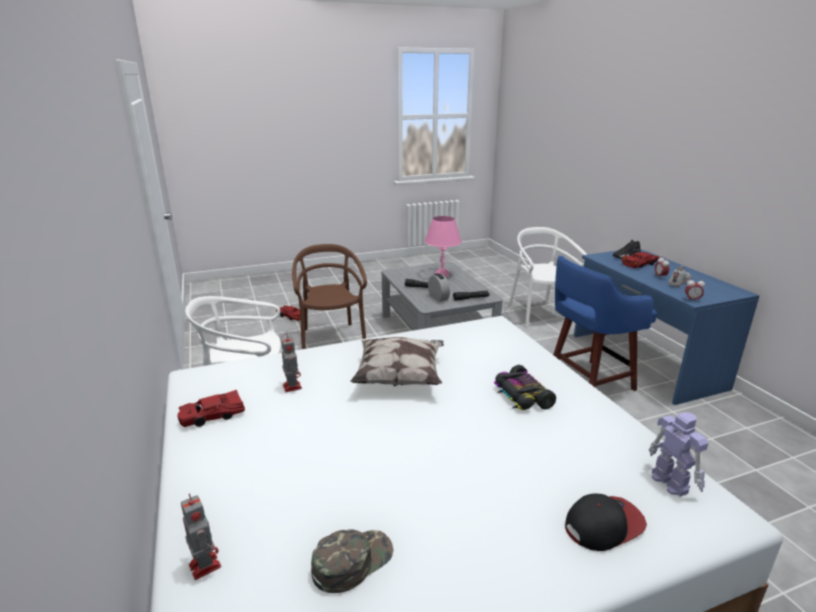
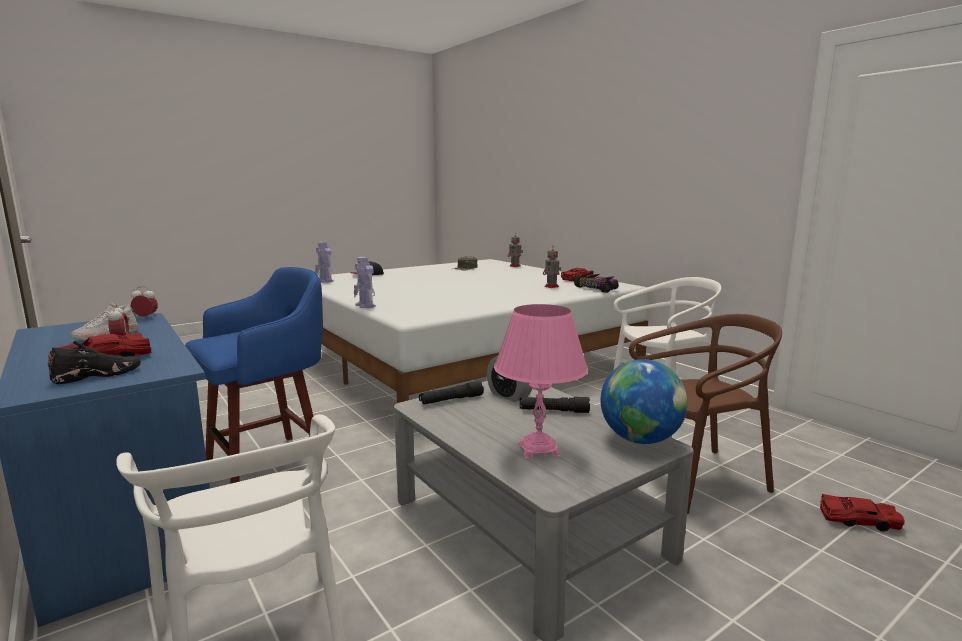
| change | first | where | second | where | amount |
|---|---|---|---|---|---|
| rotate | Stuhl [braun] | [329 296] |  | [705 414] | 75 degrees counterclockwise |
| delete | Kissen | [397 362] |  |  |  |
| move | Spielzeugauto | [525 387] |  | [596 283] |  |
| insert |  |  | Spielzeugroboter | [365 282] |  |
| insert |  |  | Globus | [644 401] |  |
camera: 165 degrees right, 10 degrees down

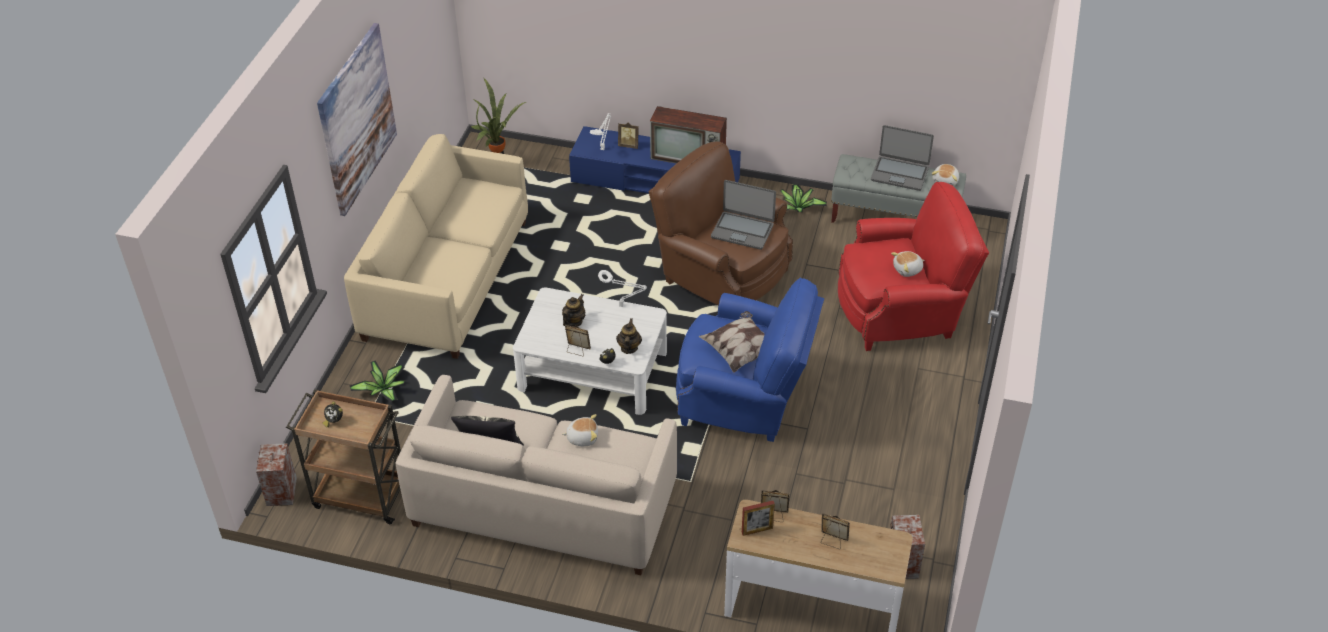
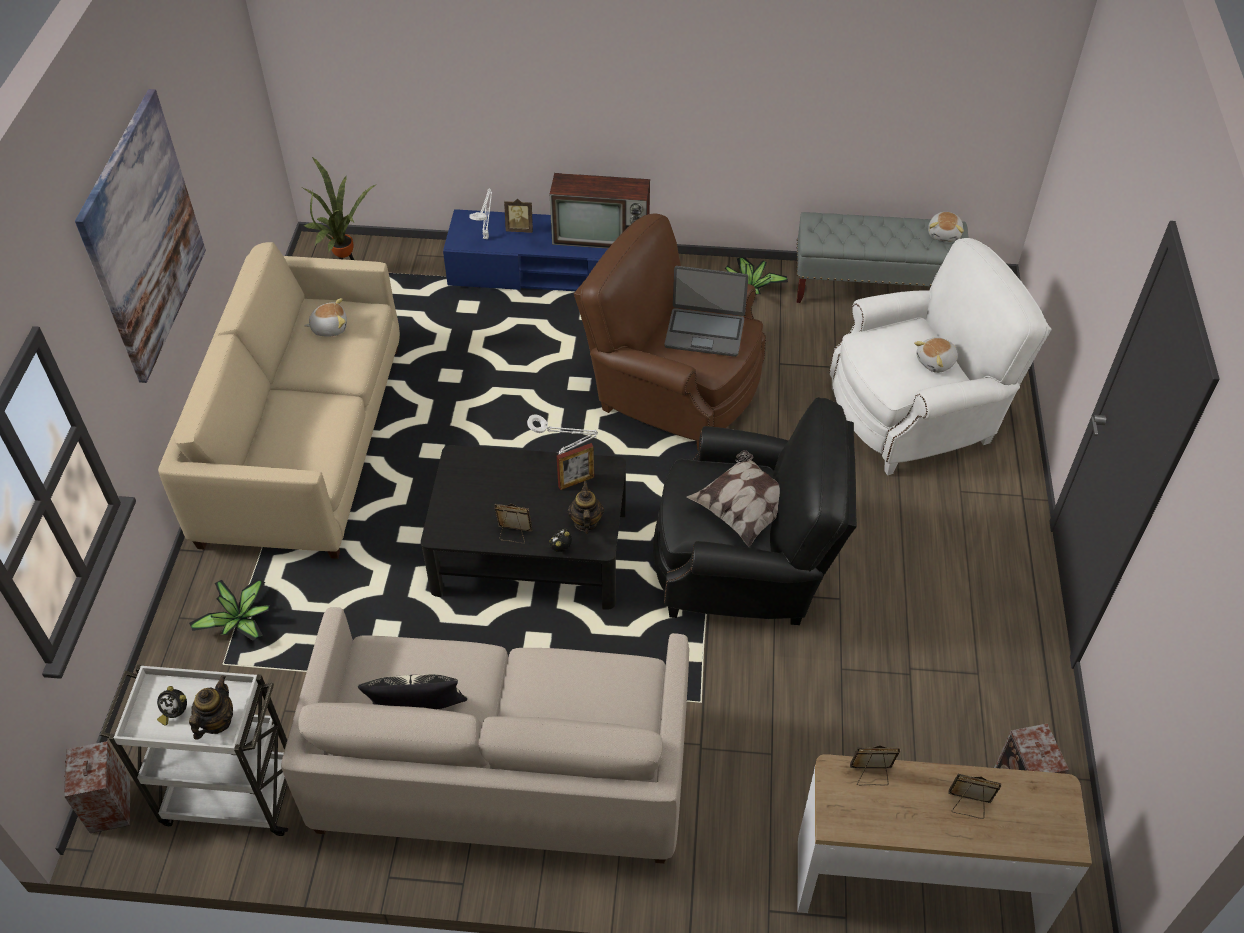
| change | first | where | second | where | amount |
|---|---|---|---|---|---|
| recolor | Rollwagen [braun] | [343 456] | Rollwagen [weiß] | [194 750] |  |
| recolor | Couchtisch [weiß] | [590 351] | Couchtisch [schwarz] | [523 527] |  |
| move | Teekanne | [573 310] |  | [211 707] |  |
| move | Plüschtier | [580 430] |  | [325 317] |  |
| recolor | Sessel [blau] | [750 359] | Sessel [schwarz] | [755 511] |  |
| move | Bilderrahmen | [758 518] |  | [575 466] |  |
| recolor | Sessel [rot] | [913 266] | Sessel [weiß] | [940 356] |  |
| delete | Laptop | [902 158] |  |  |  |
camera: 10 degrees left, 5 degrees up

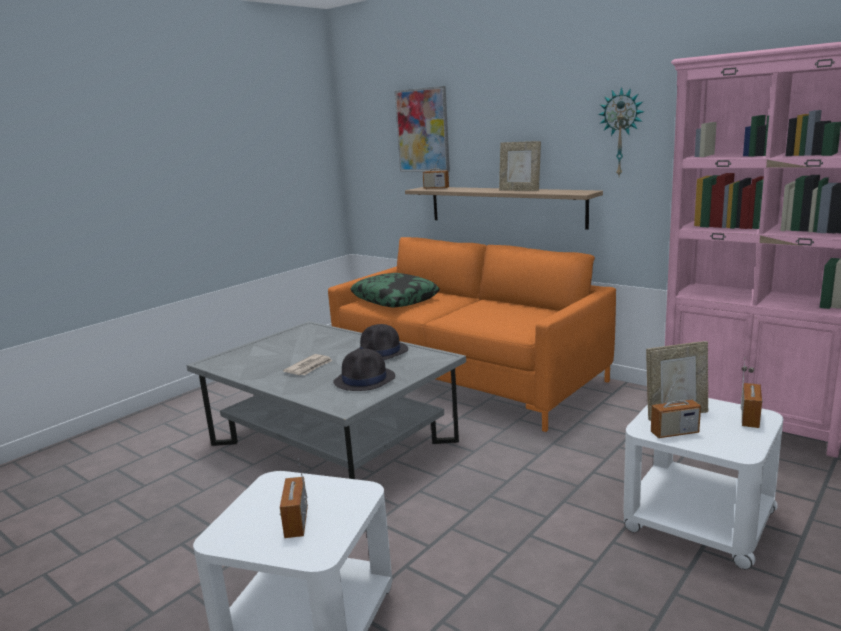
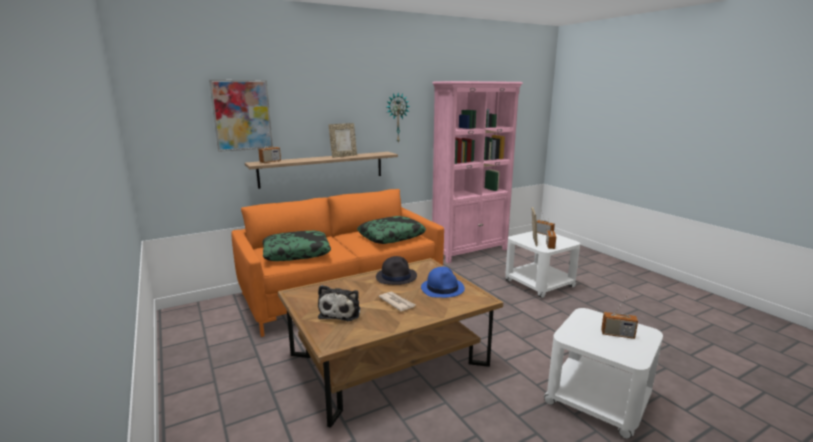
| change | first | where | second | where | amount |
|---|---|---|---|---|---|
| recolor | Couchtisch [grau] | [326 400] | Couchtisch [braun] | [390 343] |  |
| recolor | Hut [schwarz] | [364 370] | Hut [blau] | [443 282] |  |
| insert |  |  | Plüschtier | [339 303] |  |
| insert |  |  | Kissen | [391 230] |  |
camera: 70 degrees left, 0 degrees up

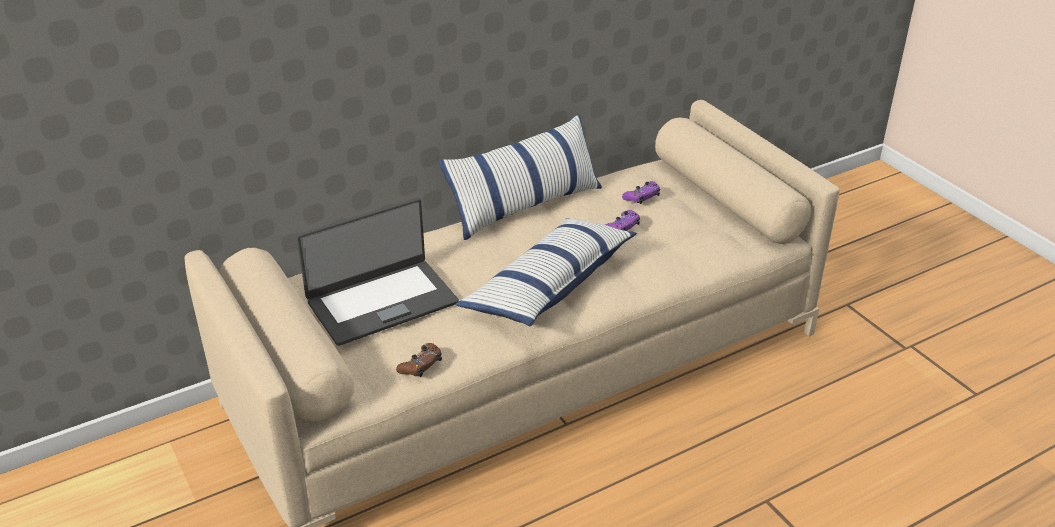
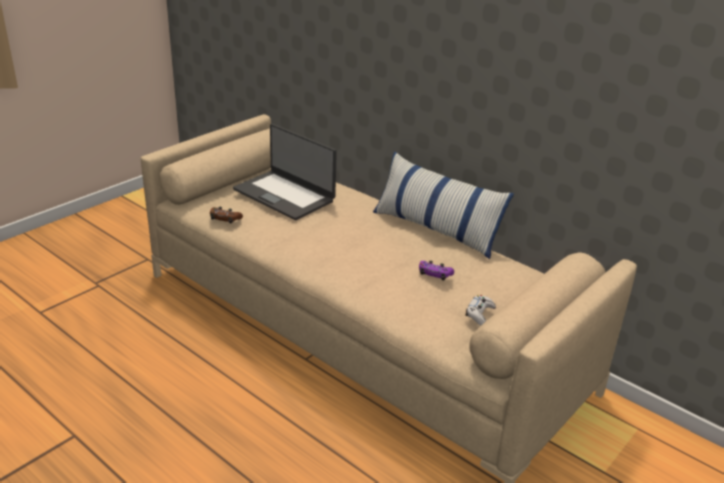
| change | first | where | second | where | amount |
|---|---|---|---|---|---|
| delete | Kissen | [546 272] |  |  |  |
| delete | Gamepad [lila] | [641 192] |  |  |  |
| insert |  |  | Gamepad [weiß] | [480 310] |  |
camera: 70 degrees right, 5 degrees down

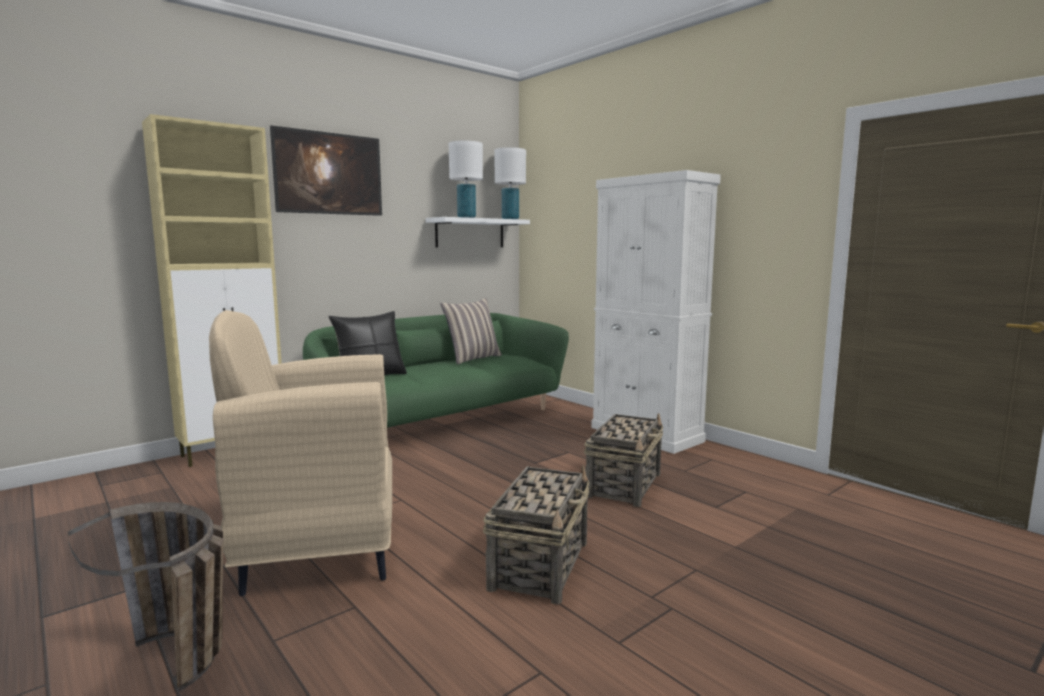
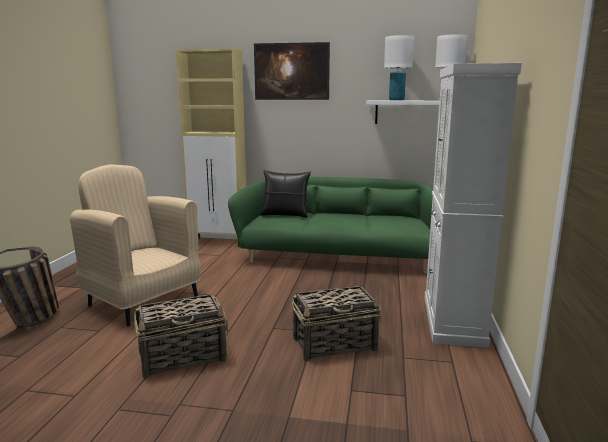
| change | first | where | second | where | amount |
|---|---|---|---|---|---|
| delete | Kissen | [471 331] |  |  |  |
camera: 50 degrees right, 5 degrees up

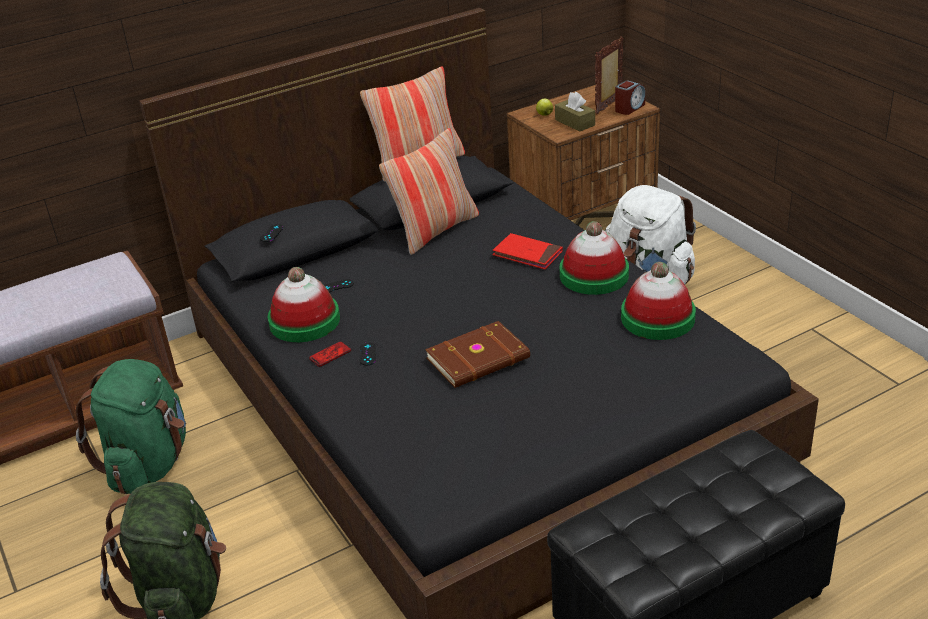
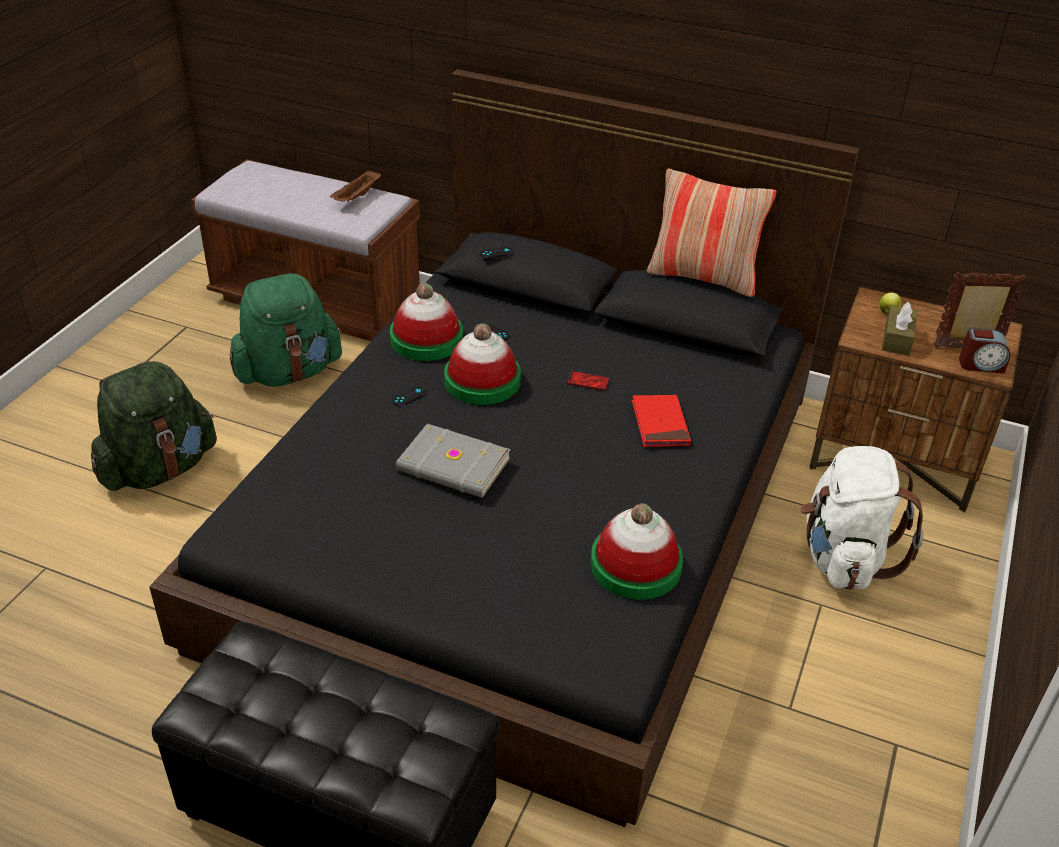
| change | first | where | second | where | amount |
|---|---|---|---|---|---|
| move | Handy | [330 354] |  | [588 381] |  |
| delete | Kissen | [429 191] |  |  |  |
| recolor | Buch [braun] | [477 354] | Buch [grau] | [453 461] |  |
| move | Hut | [594 258] |  | [482 364] |  |
| insert |  |  | Tablett [braun] | [355 185] |  |
camera: 50 degrees right, 5 degrees up

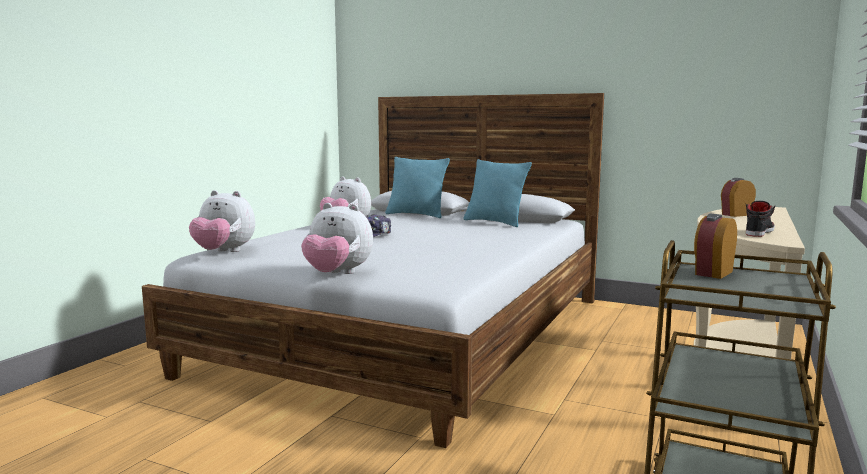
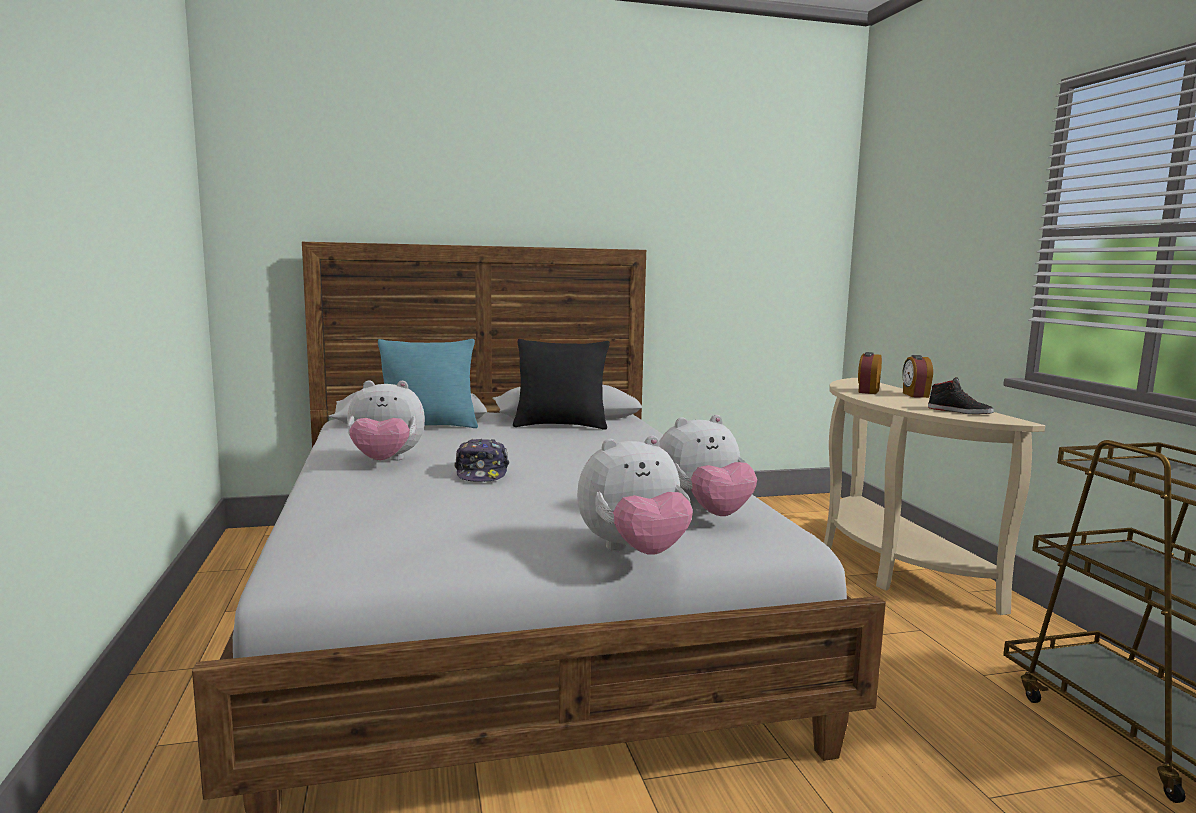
| change | first | where | second | where | amount |
|---|---|---|---|---|---|
| move | Plüschtier | [222 221] |  | [708 465] |  |
| recolor | Kissen [türkis] | [497 193] | Kissen [schwarz] | [561 384] |  |
| move | Wecker | [715 246] |  | [917 376] |  |
| rotate | Schuh [schwarz] | [760 219] |  | [961 395] | 135 degrees clockwise |
camera: 40 degrees left, 0 degrees up

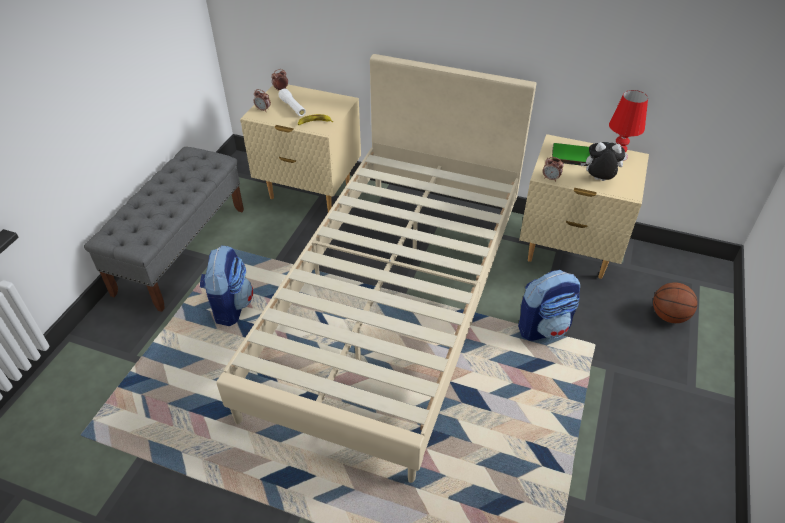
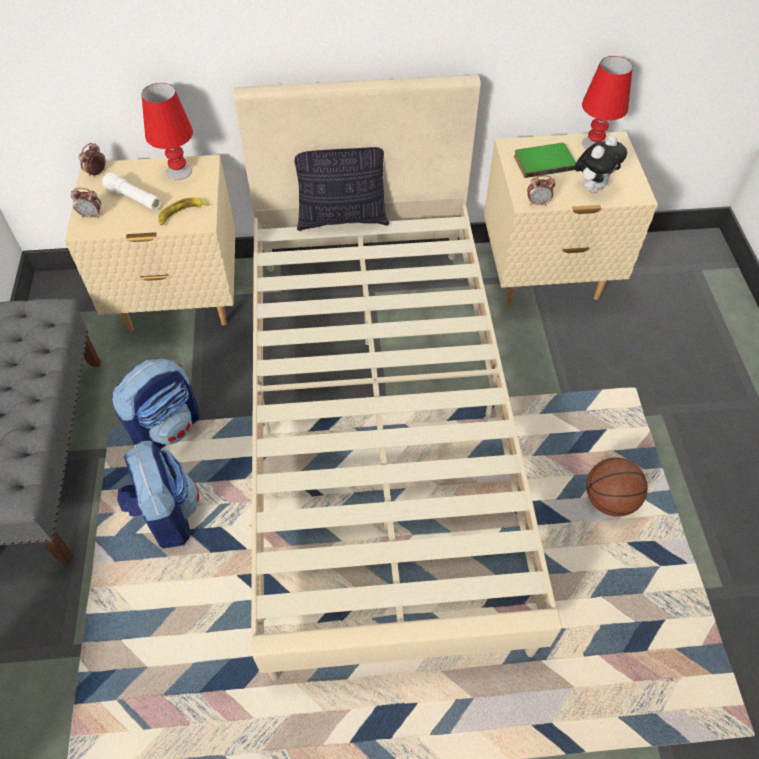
| change | first | where | second | where | amount |
|---|---|---|---|---|---|
| move | Rucksack | [549 305] |  | [155 403] |  |
| rotate | Plüschtier | [603 161] |  | [600 164] | 150 degrees clockwise |
| move | Basketball | [675 302] |  | [617 487] |  |
| insert |  |  | Tischlampe [rot] | [167 131] |  |
| insert |  |  | Kissen | [341 189] |  |
camera: 25 degrees left, 10 degrees up

